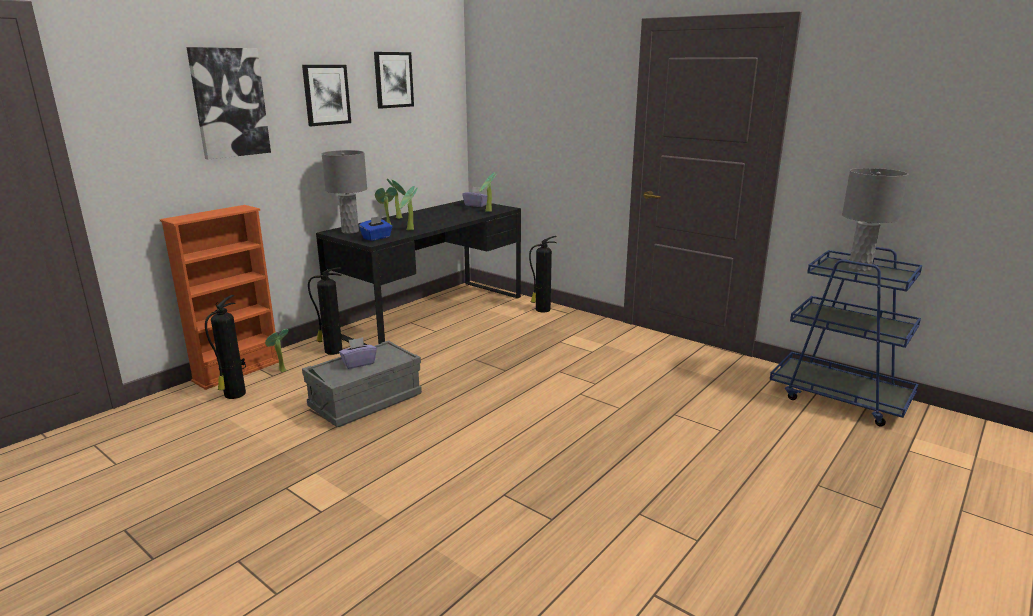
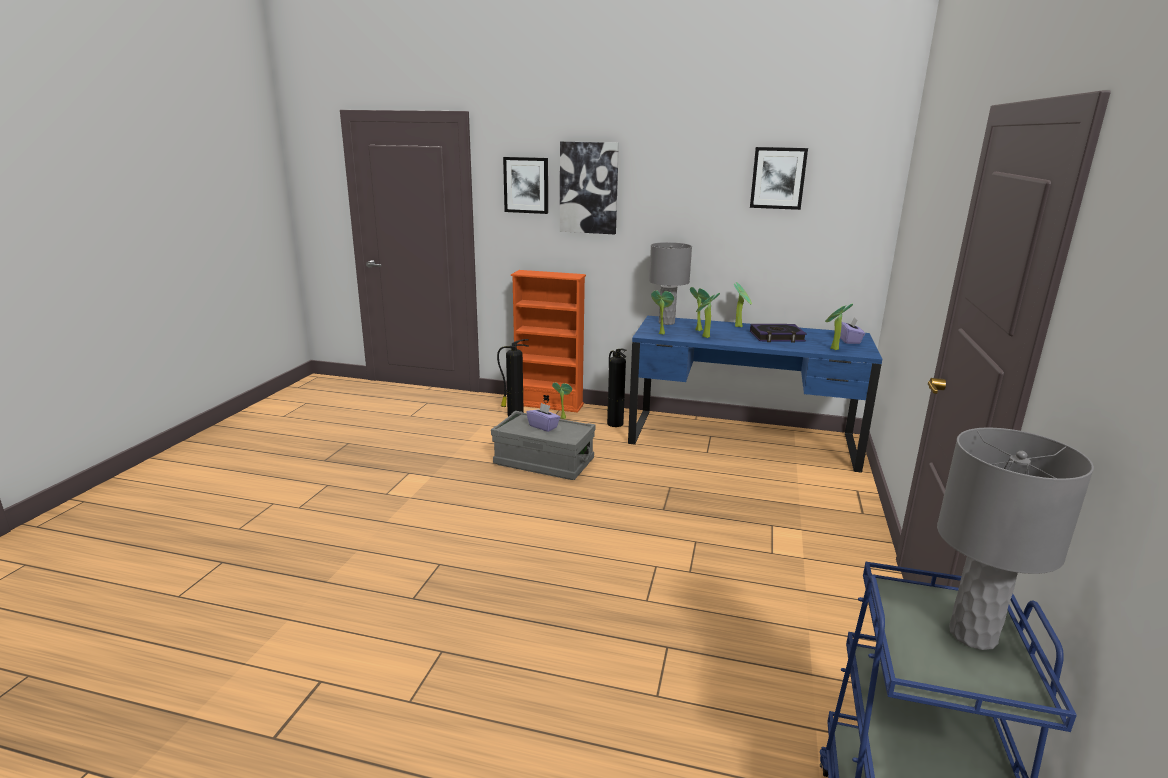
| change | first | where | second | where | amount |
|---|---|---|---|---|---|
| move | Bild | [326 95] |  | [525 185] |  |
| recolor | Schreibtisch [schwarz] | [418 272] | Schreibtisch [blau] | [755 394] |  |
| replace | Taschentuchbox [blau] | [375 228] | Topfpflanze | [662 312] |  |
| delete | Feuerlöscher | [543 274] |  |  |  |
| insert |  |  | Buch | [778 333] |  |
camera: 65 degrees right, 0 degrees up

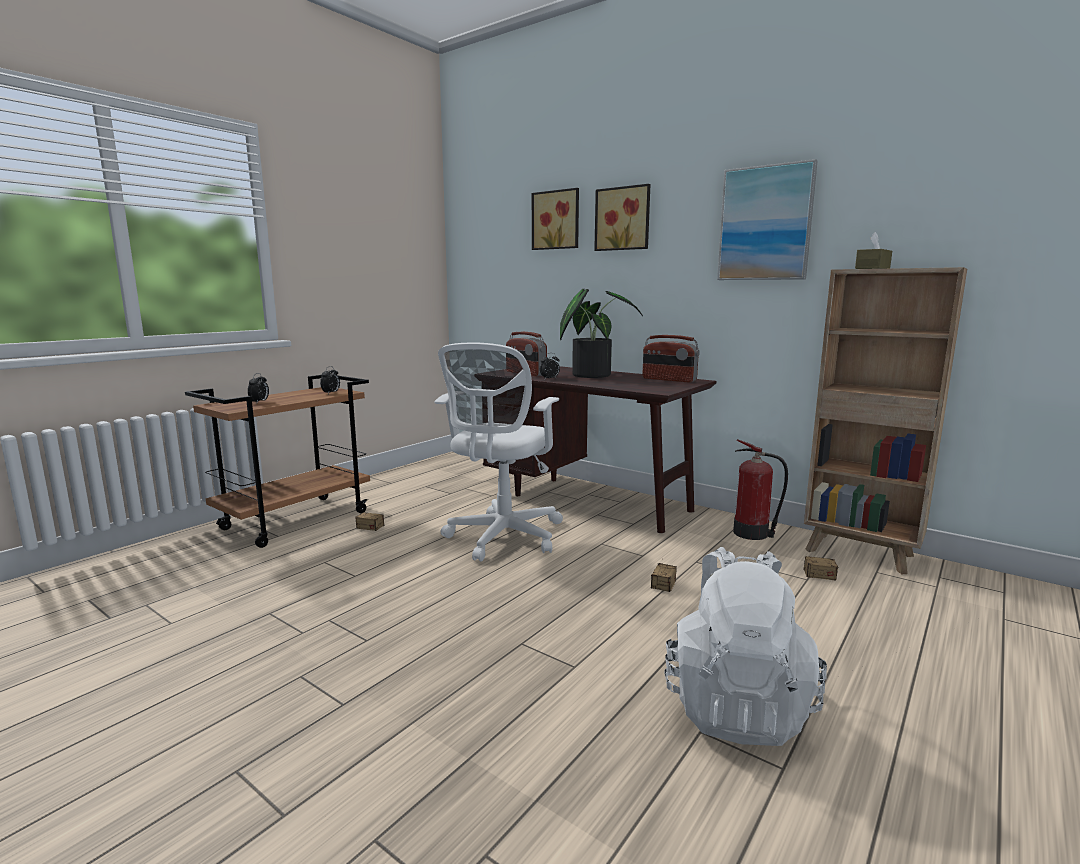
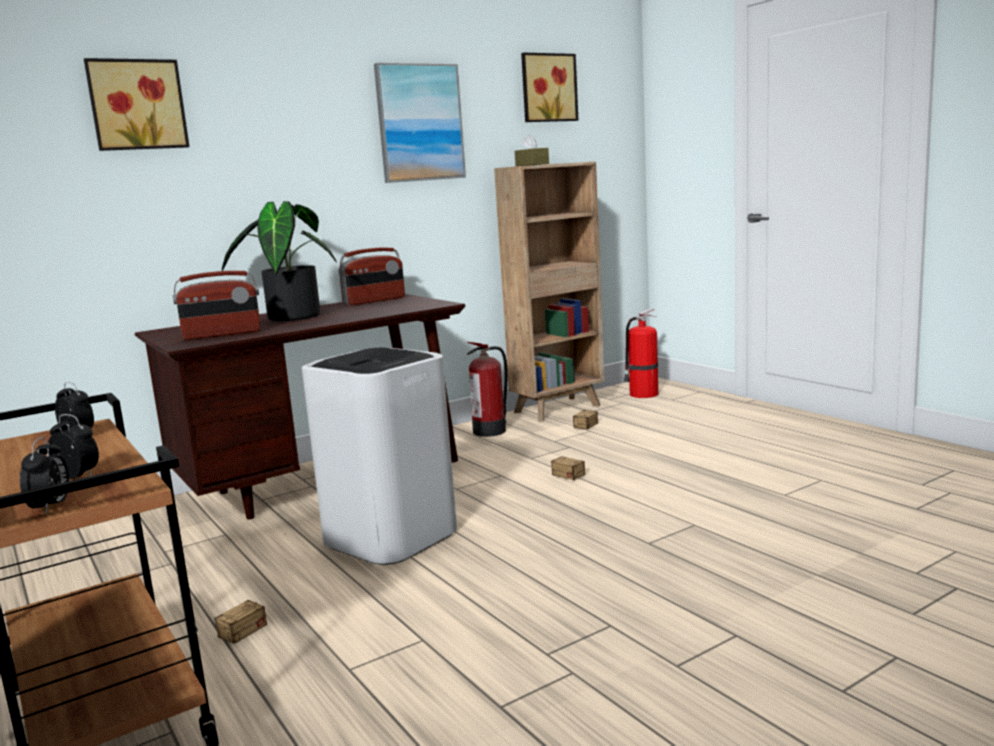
| change | first | where | second | where | amount |
|---|---|---|---|---|---|
| replace | Bürostuhl [weiß] | [498 452] | Mülleimer [weiß] | [379 456] |  |
| move | Wecker | [550 366] |  | [44 475] |  |
| move | Bild | [622 217] |  | [549 87] |  |
| delete | Rucksack [weiß] | [745 646] |  |  |  |
| insert |  |  | Feuerlöscher | [641 353] |  |
camera: 70 degrees left, 0 degrees up

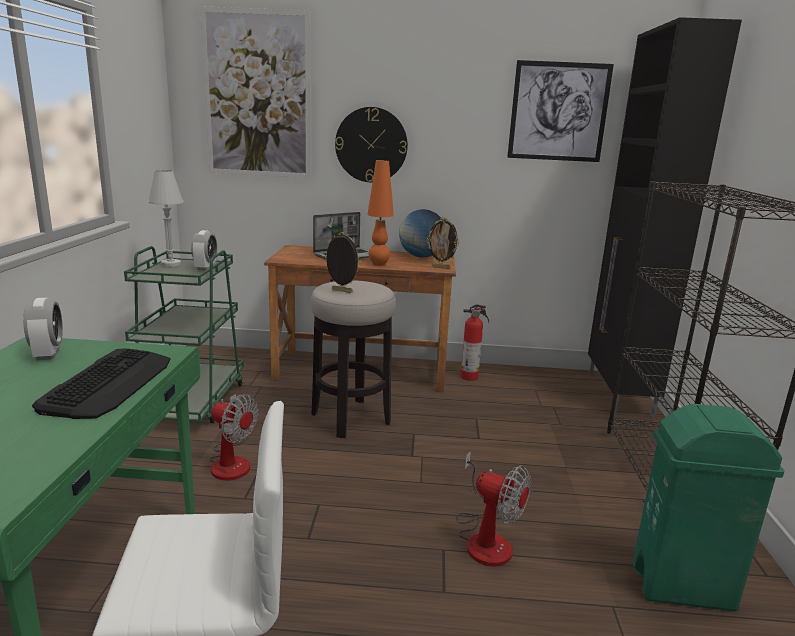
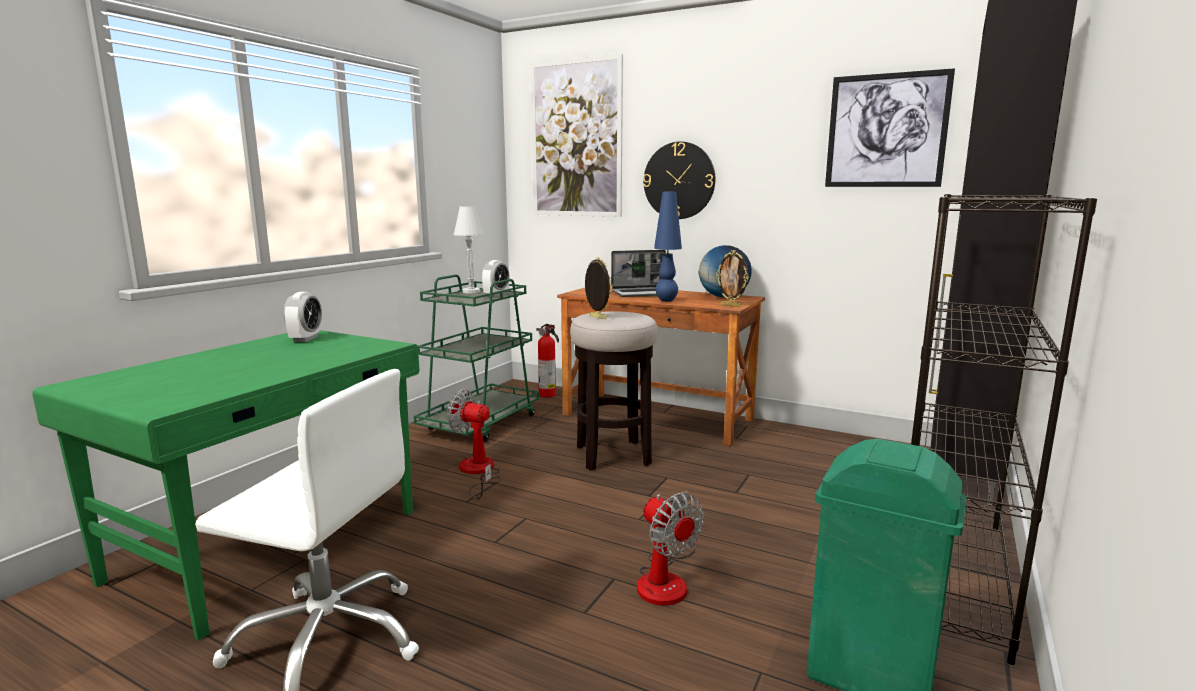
| change | first | where | second | where | amount |
|---|---|---|---|---|---|
| delete | Tastatur | [101 383] |  |  |  |
| rotate | Ventilator | [234 437] |  | [474 444] | 150 degrees clockwise |
| recolor | Tischlampe [orange] | [380 213] | Tischlampe [blau] | [668 247] |  |
| move | Feuerlöscher | [475 342] |  | [547 361] |  |
camera: 25 degrees right, 5 degrees down

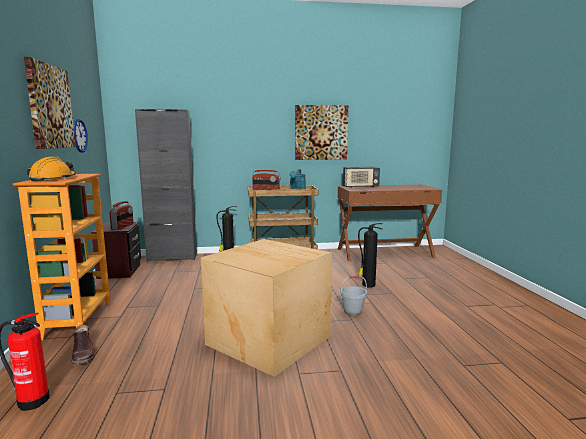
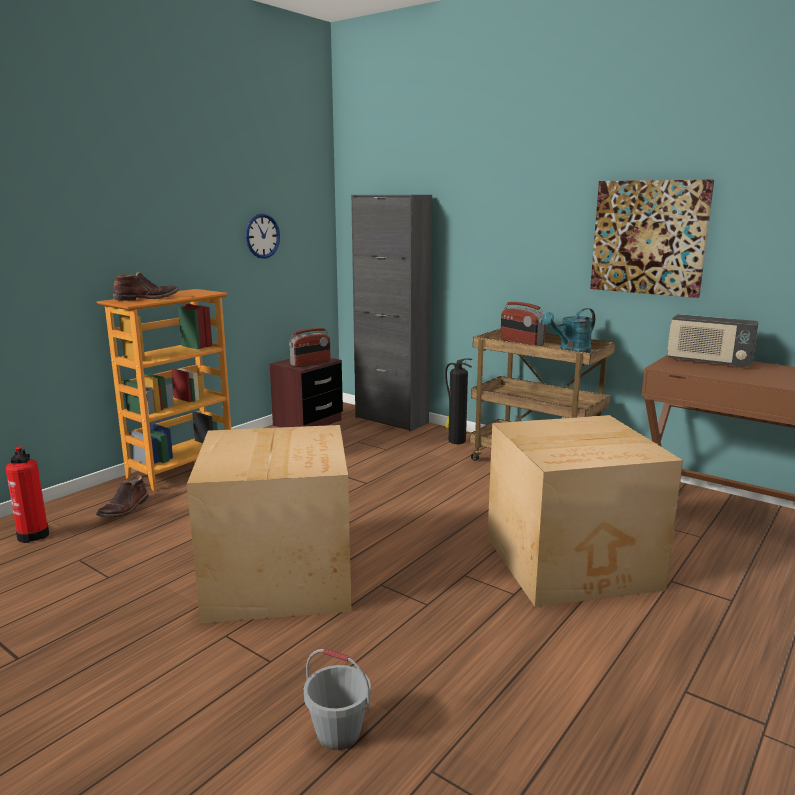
| change | first | where | second | where | amount |
|---|---|---|---|---|---|
| delete | Bild | [50 103] |  |  |  |
| replace | Schutzhelm [orange] | [51 169] | Stiefel [braun] | [146 286] |  |
| move | Eimer [grau] | [353 295] |  | [337 699] |  |
| replace | Feuerlöscher | [370 255] | Karton | [585 511] |  |
camera: 45 degrees right, 5 degrees up

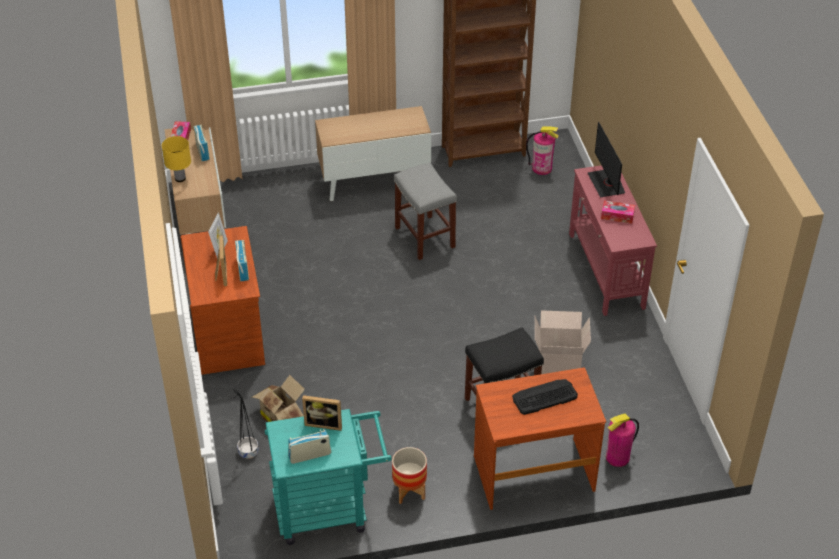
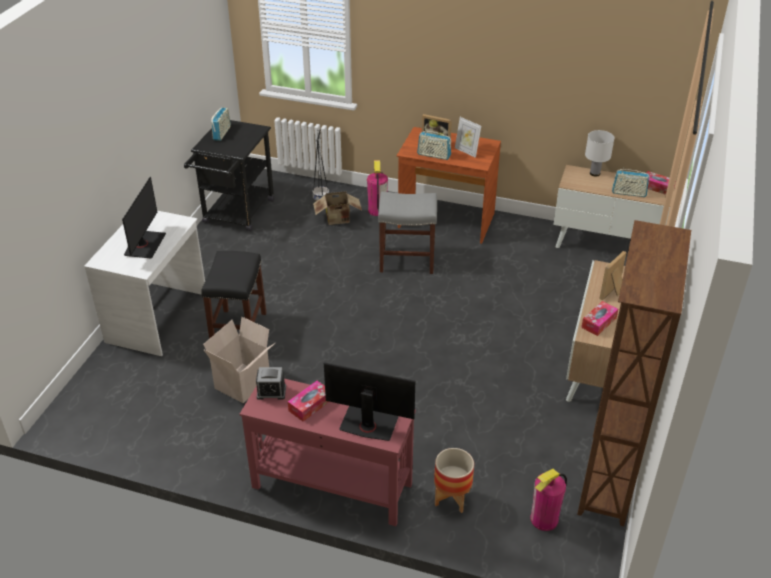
| change | first | where | second | where | amount |
|---|---|---|---|---|---|
| recolor | Tischlampe [gelb] | [176 159] | Tischlampe [weiß] | [600 153] |  |
| recolor | Rollwagen [türkis] | [328 477] | Rollwagen [schwarz] | [229 176] |  |
| move | Bilderrahmen | [322 413] |  | [613 276] |  |
| move | Pflanzkübel | [409 475] |  | [454 480] |  |
| move | Hocker [grau] | [425 211] |  | [407 233] |  |
| recolor | Schreibtisch [braun] | [540 438] | Schreibtisch [weiß] | [144 283] |  |
| replace | Tastatur | [545 397] | Monitor | [144 218] |  |
| move | Feuerlöscher | [622 440] |  | [377 188] |  |
| insert |  |  | Wecker | [271 383] |  |
| insert |  |  | Taschentuchbox | [599 318] |  |
camera: 120 degrees right, 5 degrees down

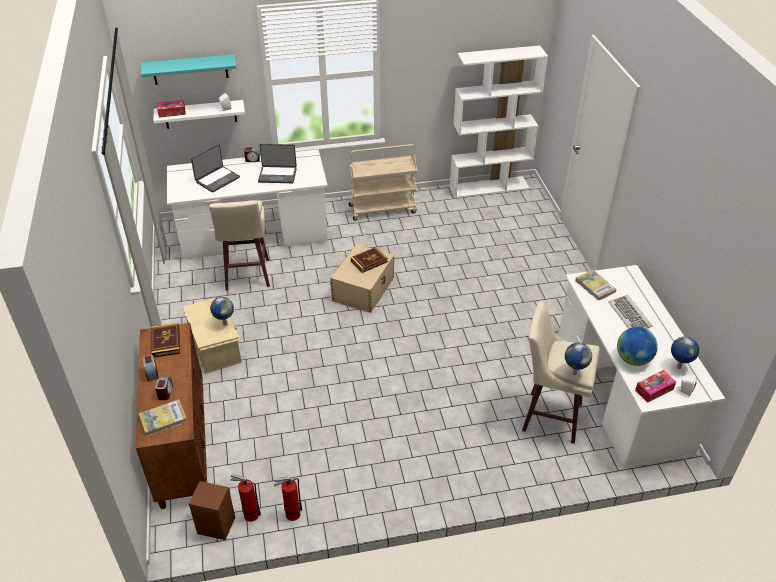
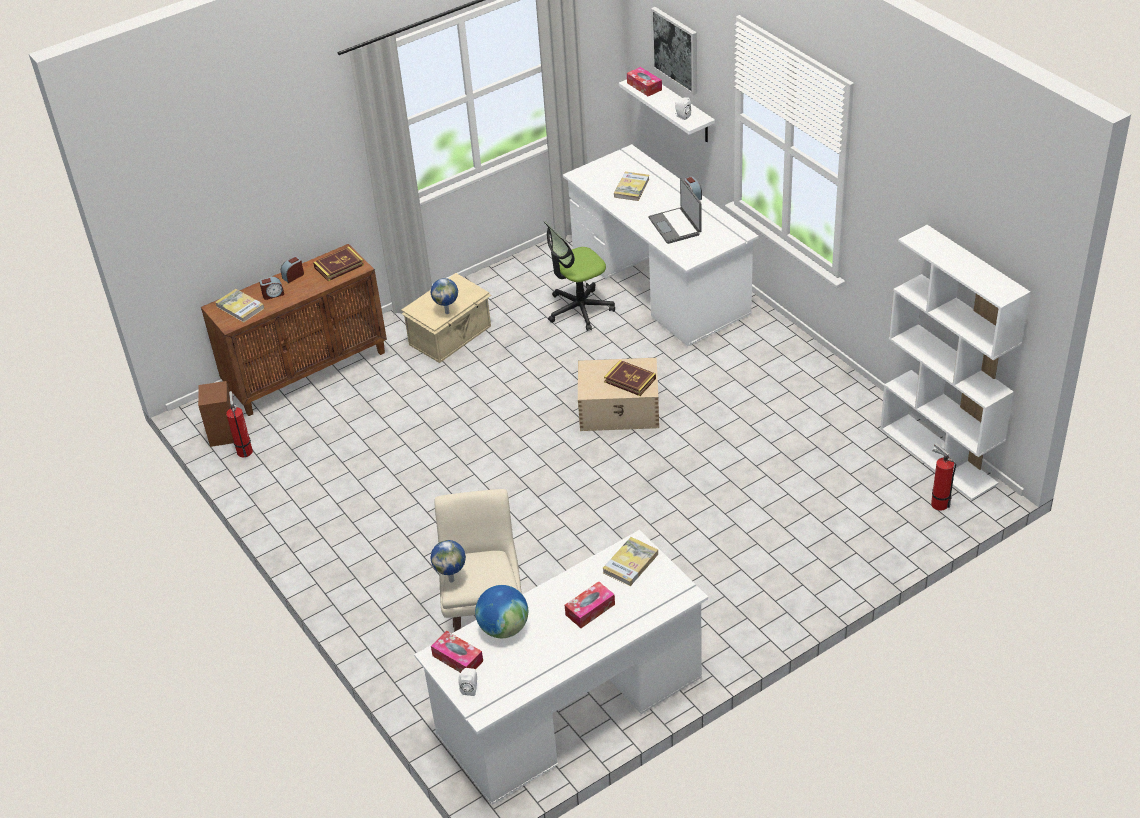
| change | first | where | second | where | amount |
|---|---|---|---|---|---|
| replace | Wandregal [türkis] | [189 69] | Bild | [674 51] |  |
| replace | Laptop | [215 168] | Buch | [632 186] |  |
| replace | Hocker [beige] | [239 245] | Bürostuhl | [579 276] |  |
| move | Feuerlöscher | [288 499] |  | [943 477] |  |
| delete | Rollwagen [beige] | [383 182] |  |  |  |
| replace | Tastatur | [630 312] | Taschentuchbox | [590 605] |  |
| delete | Globus | [685 352] |  |  |  |
camera: 70 degrees right, 0 degrees up

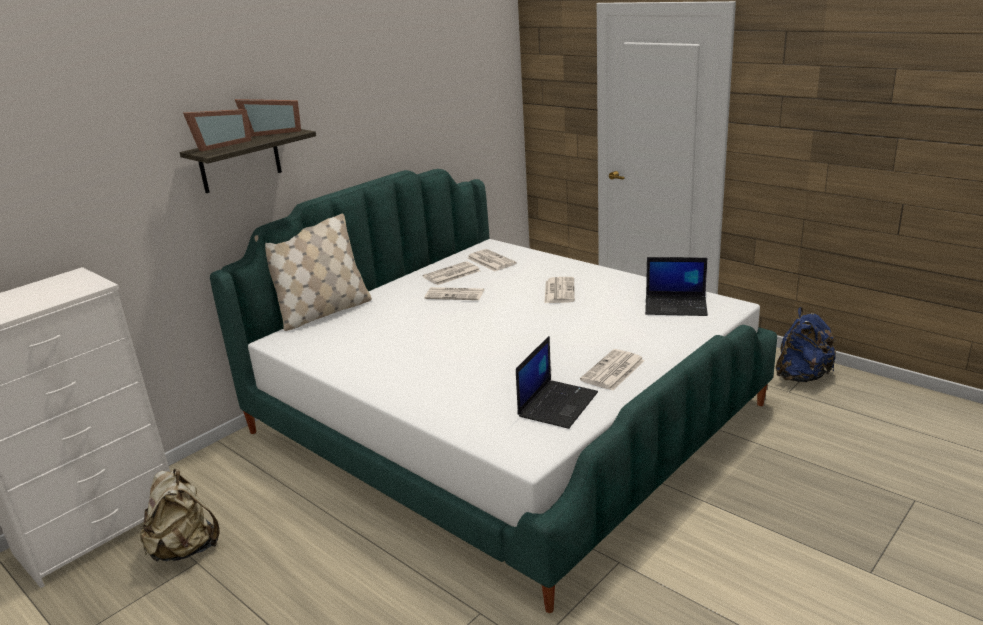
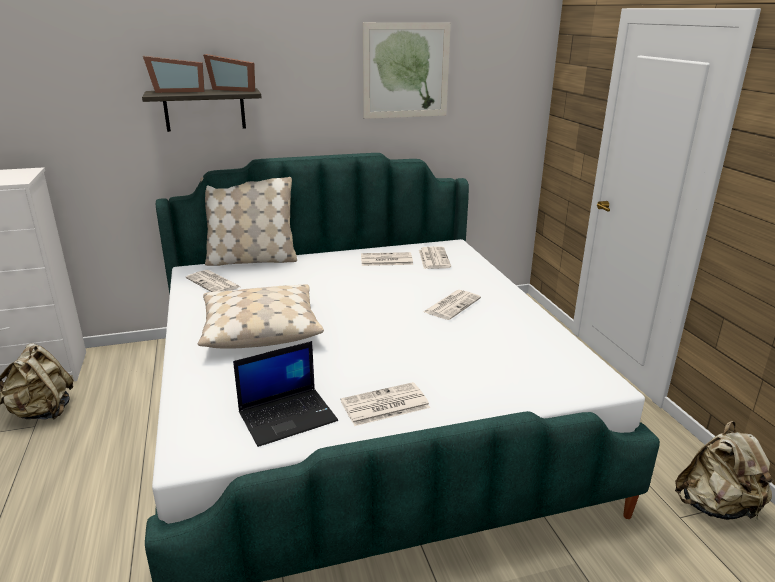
| change | first | where | second | where | amount |
|---|---|---|---|---|---|
| move | Zeitung | [454 293] |  | [213 281] |  |
| delete | Laptop | [676 286] |  |  |  |
| recolor | Rucksack [blau] | [806 344] | Rucksack [beige] | [724 471] |  |
| insert |  |  | Kissen [beige] | [261 316] |  |
| insert |  |  | Bild | [407 70] |  |
camera: 30 degrees right, 0 degrees up

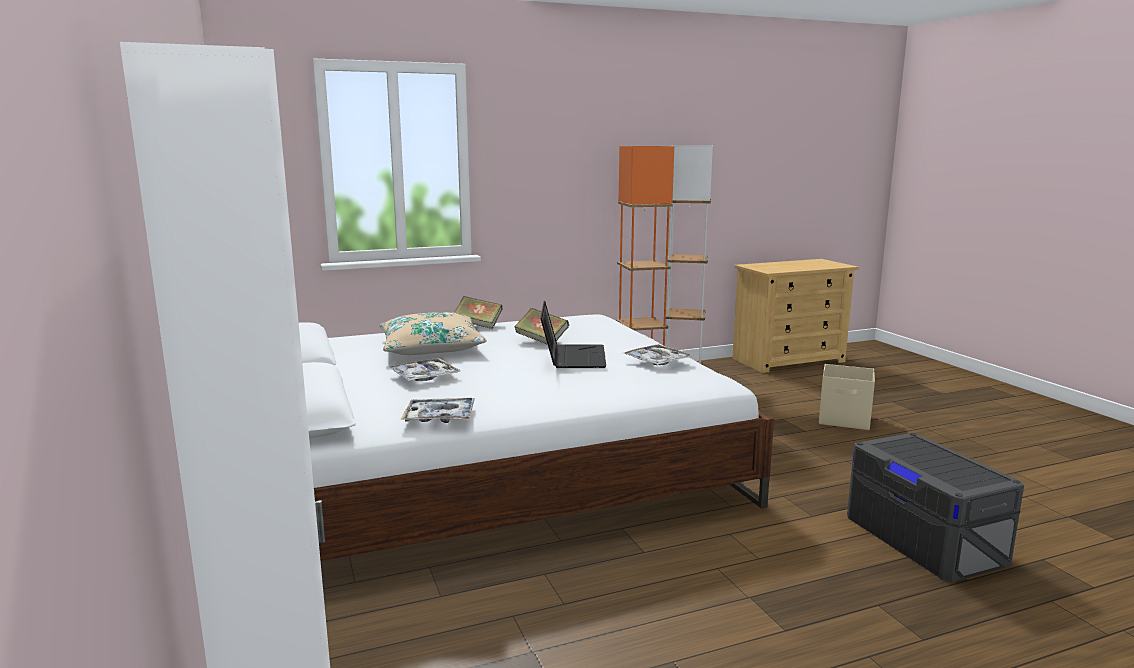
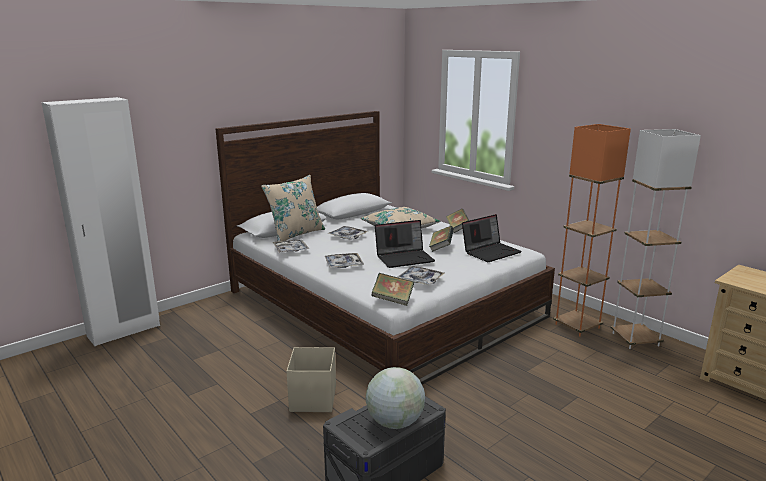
| change | first | where | second | where | amount |
|---|---|---|---|---|---|
| move | Aufbewahrungsbox [beige] | [847 397] |  | [311 379] |  |
| insert |  |  | Kissen [beige] | [293 208] |  |
| insert |  |  | Tablett | [344 260] |  |
| insert |  |  | Globus | [395 398] |  |
| insert |  |  | Buch | [392 289] |  |
| insert |  |  | Laptop | [492 238] |  |
camera: 70 degrees right, 5 degrees up

